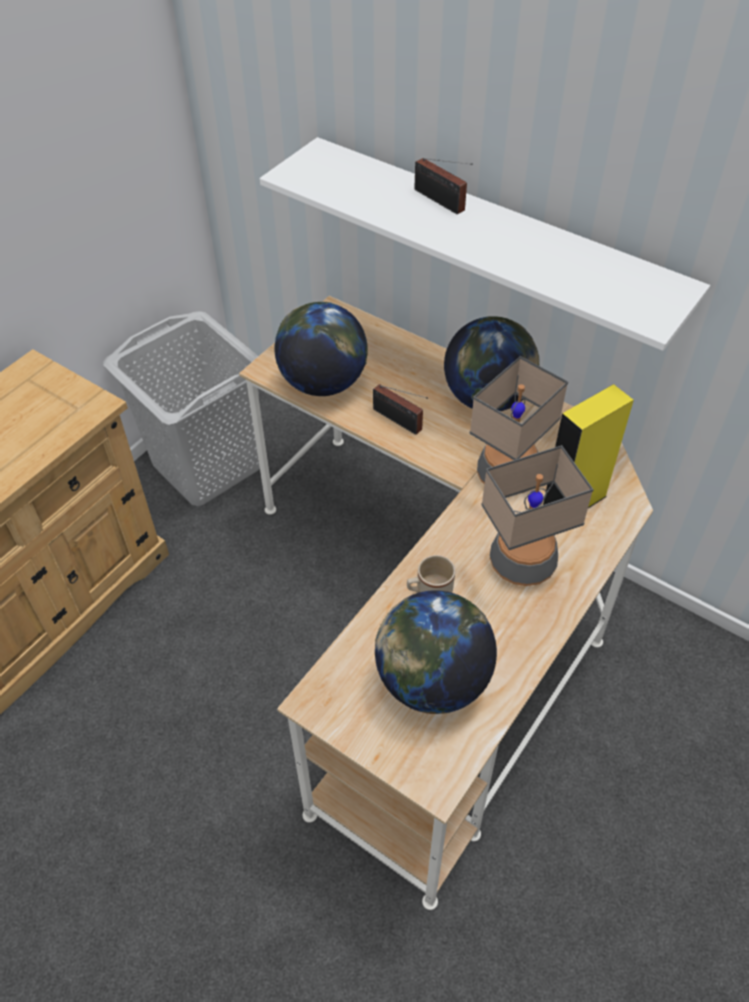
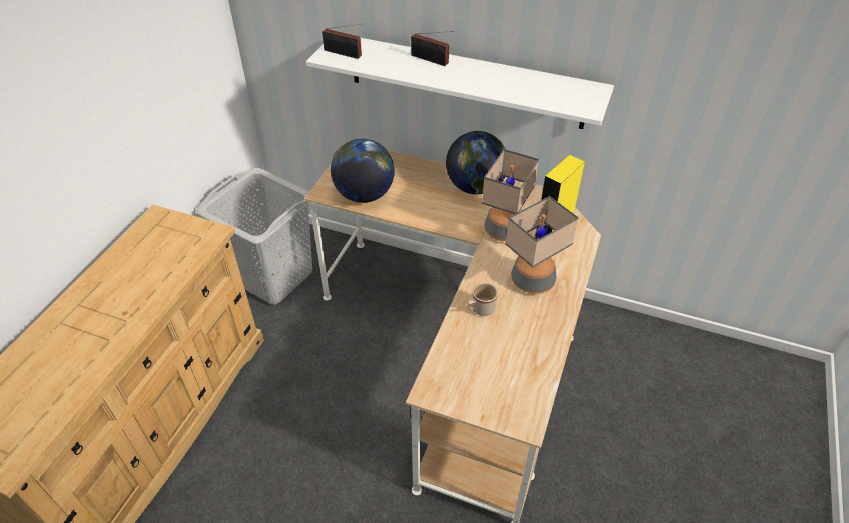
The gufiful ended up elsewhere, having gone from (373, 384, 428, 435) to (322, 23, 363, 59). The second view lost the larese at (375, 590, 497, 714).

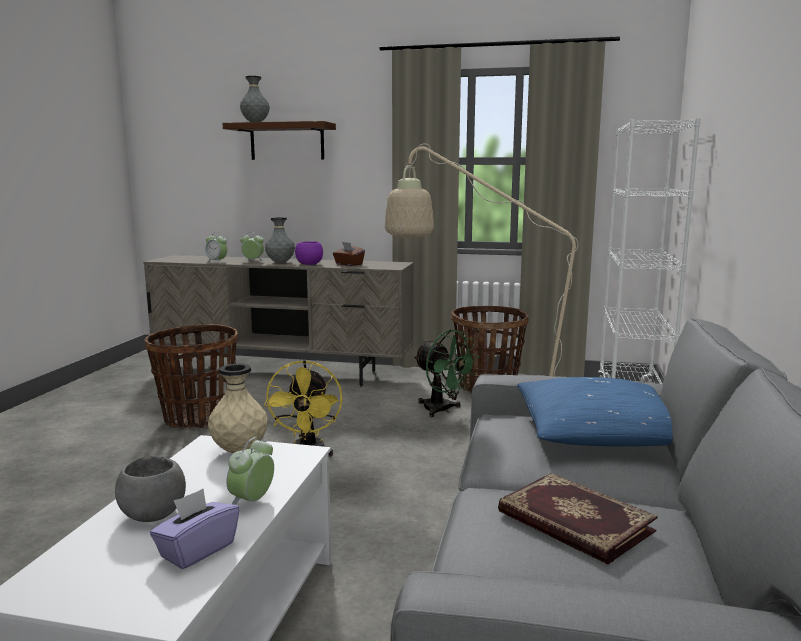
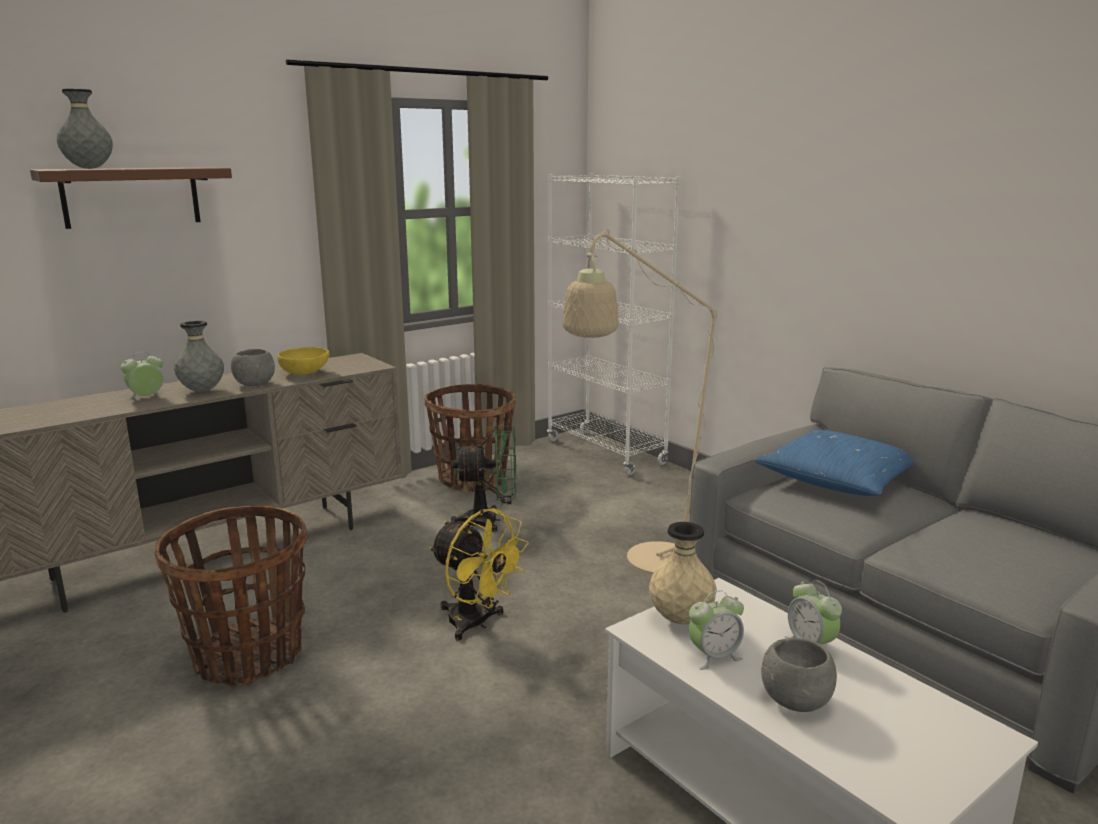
What was the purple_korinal at (295, 241, 323, 265) turned into the grey_korinal at (231, 349, 275, 386). Where the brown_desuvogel stood at (333, 242, 365, 266), the yellow_korinal came to stand at (277, 347, 330, 375). The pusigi ended up elsewhere, having gone from (205, 232, 227, 263) to (689, 590, 744, 670). The second view lost the purple_desuvogel at (150, 489, 240, 570). The second view lost the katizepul at (498, 473, 658, 564).

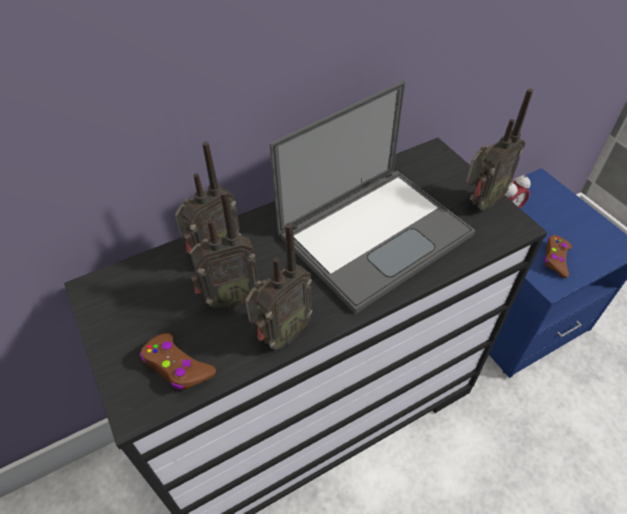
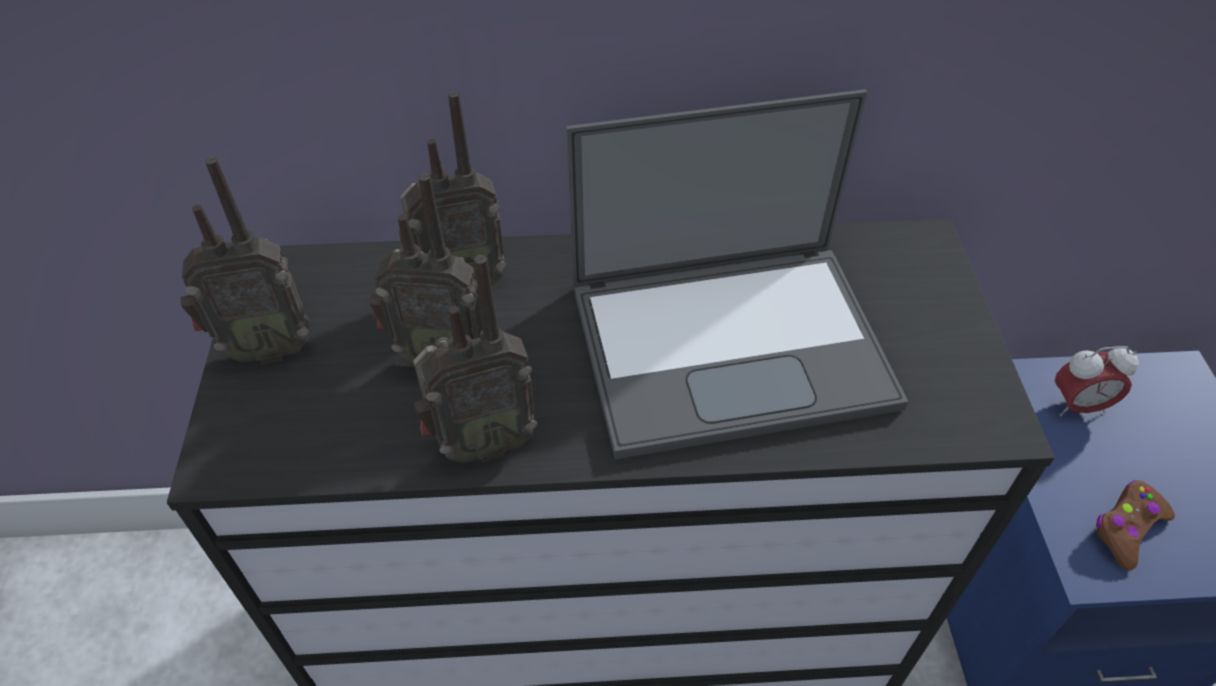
The gufiful ended up elsewhere, having gone from (466, 89, 533, 210) to (180, 157, 309, 364). The second view lost the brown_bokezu at (140, 333, 216, 390).

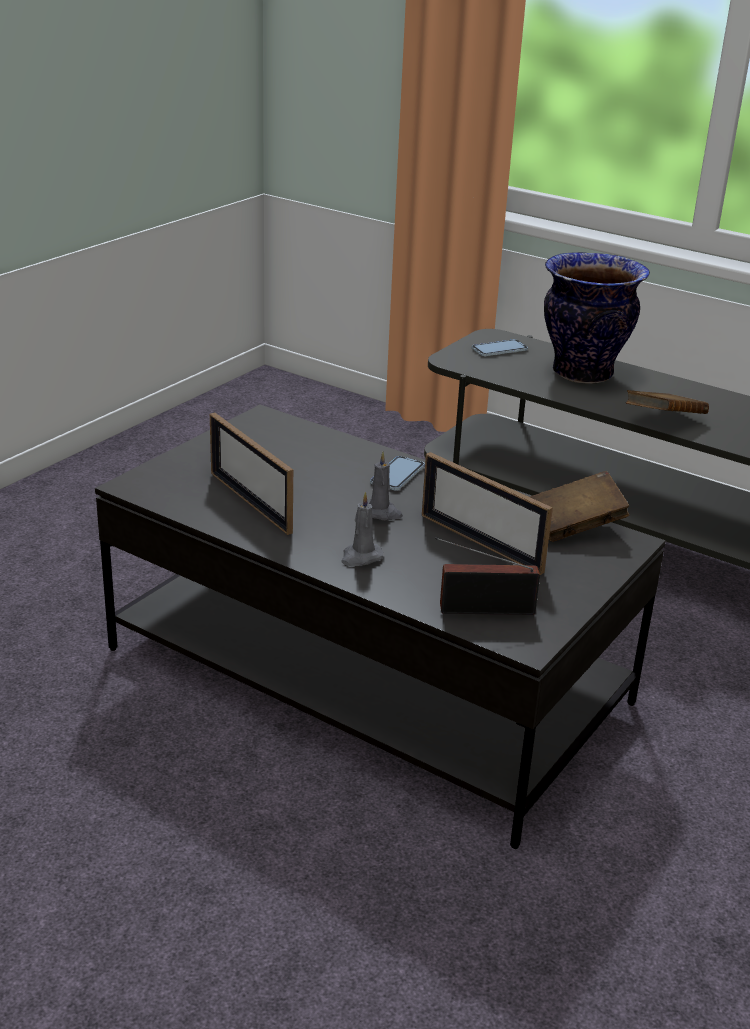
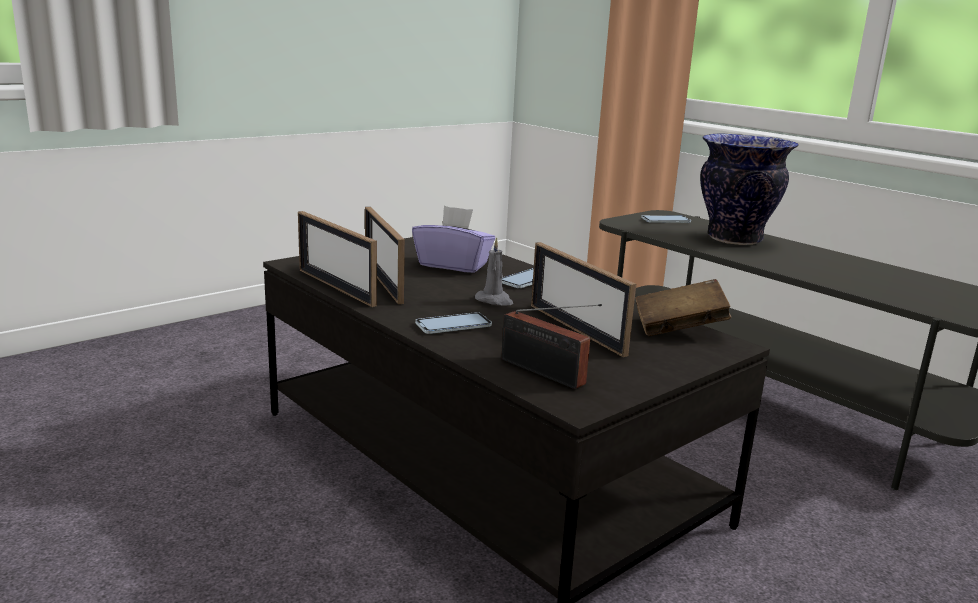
The second view gained the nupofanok at (298, 211, 377, 307). The second view gained the purple_desuvogel at (412, 206, 495, 273). Where the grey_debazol stood at (341, 492, 384, 566), the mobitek came to stand at (415, 312, 492, 334). The gufiful at (435, 537, 540, 615) ended up facing another way, 150 degrees counterclockwise from before. The second view lost the brown_katizepul at (626, 390, 709, 414).

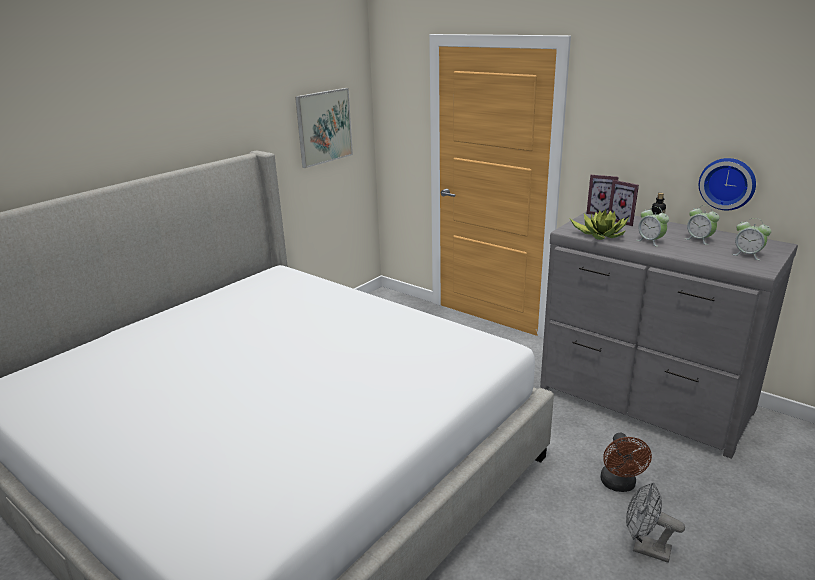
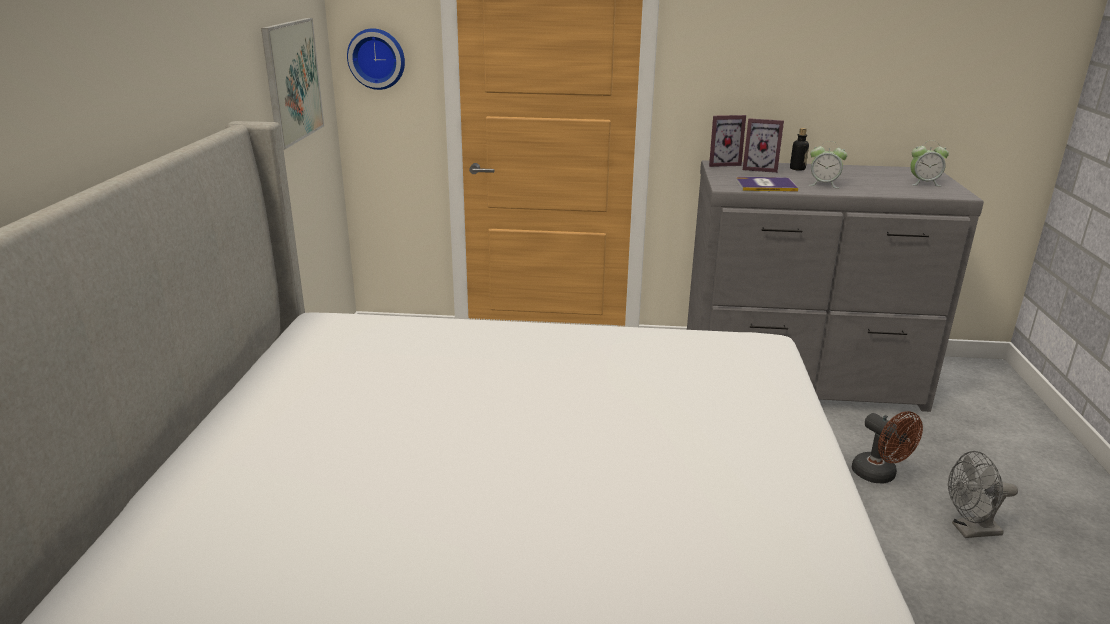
The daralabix ended up elsewhere, having gone from (699, 158, 756, 210) to (347, 28, 405, 90). Where the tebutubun stood at (569, 209, 629, 240), the katizepul came to stand at (736, 177, 799, 192). The second view lost the pusigi at (686, 205, 720, 245).

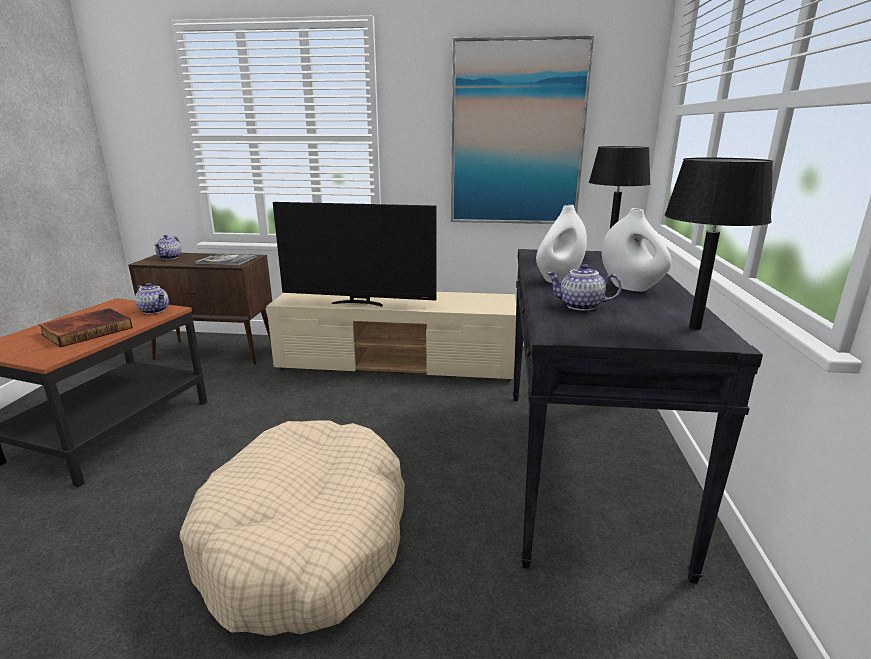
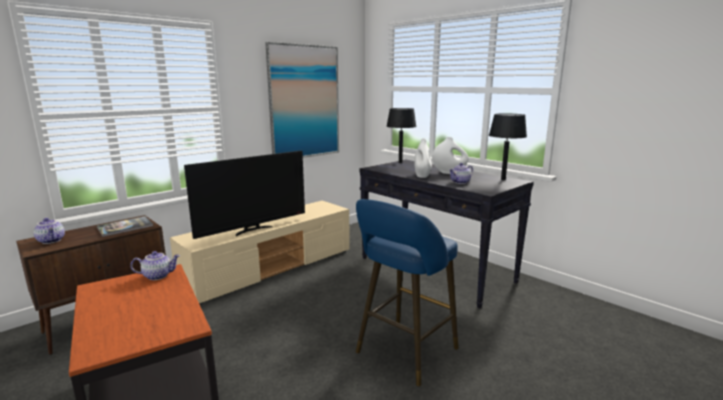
Where the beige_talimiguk stood at (179, 420, 405, 636), the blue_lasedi came to stand at (356, 199, 459, 386). The second view lost the katizepul at (38, 308, 133, 347).

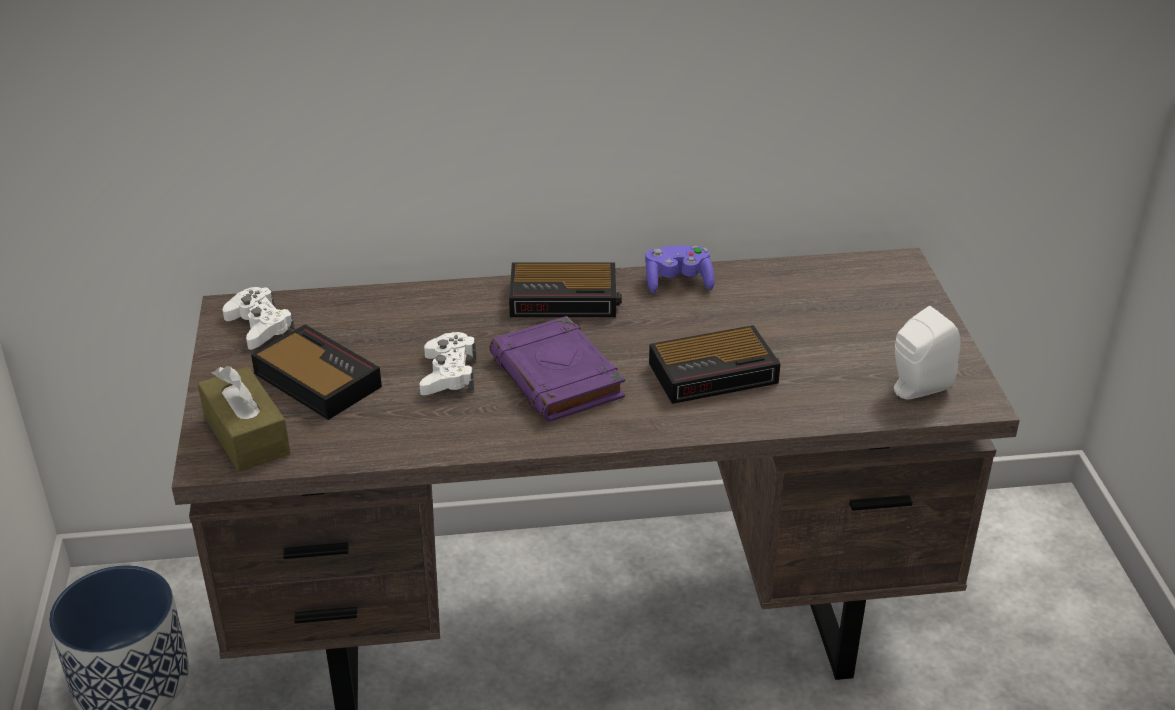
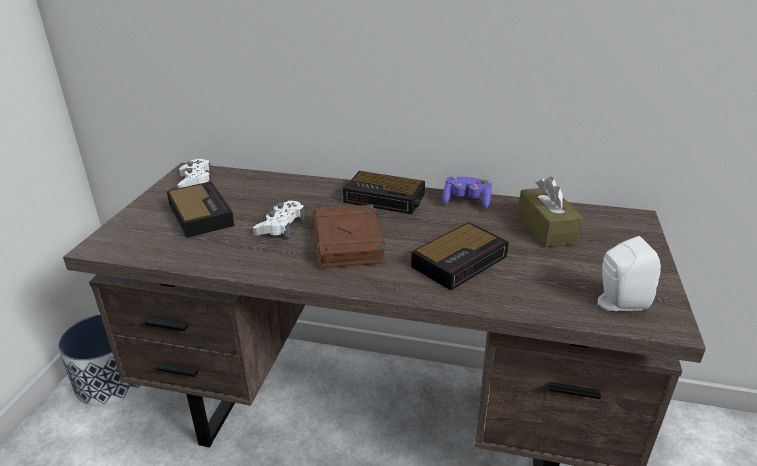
What was the purple_katizepul at (489, 316, 625, 422) turned into the brown_katizepul at (313, 205, 385, 268). The pusigi at (649, 325, 781, 404) ended up facing another way, 45 degrees counterclockwise from before. The brown_desuvogel ended up elsewhere, having gone from (198, 366, 291, 472) to (518, 177, 584, 247).

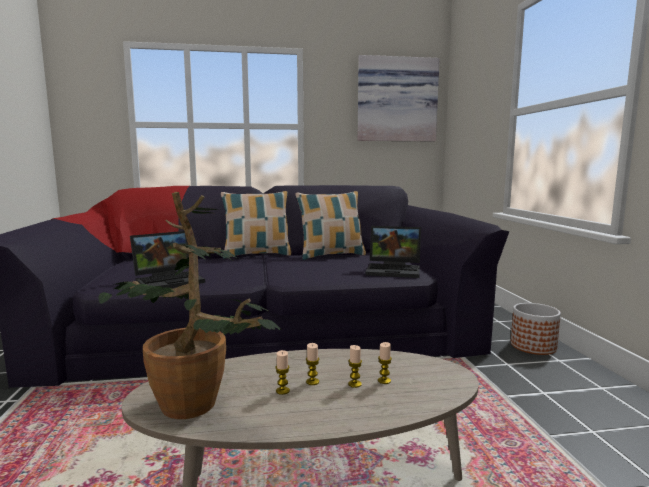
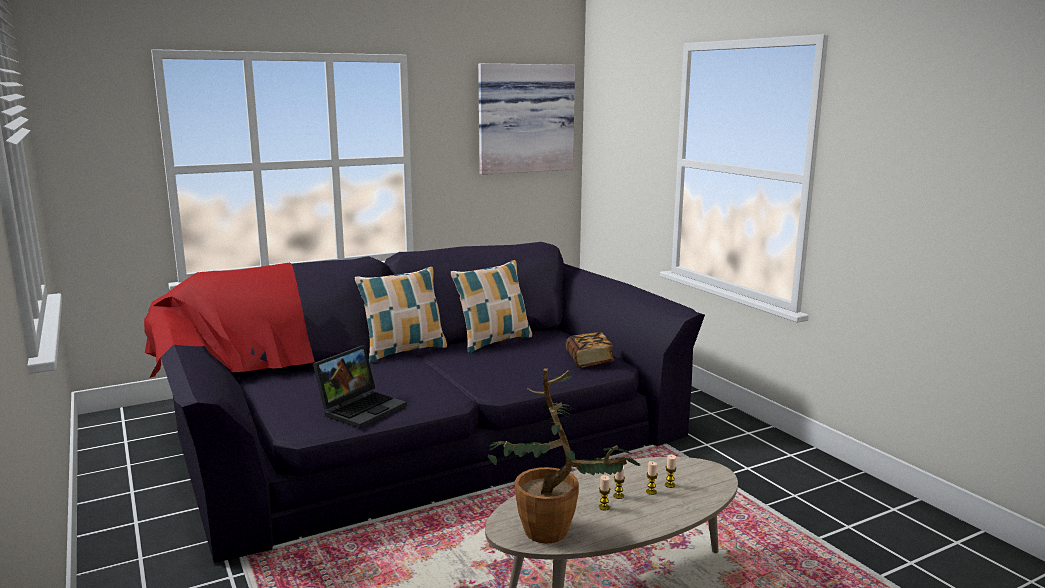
Where the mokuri stood at (365, 226, 421, 278), the katizepul came to stand at (566, 332, 614, 368). The second view lost the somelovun at (511, 303, 561, 355).

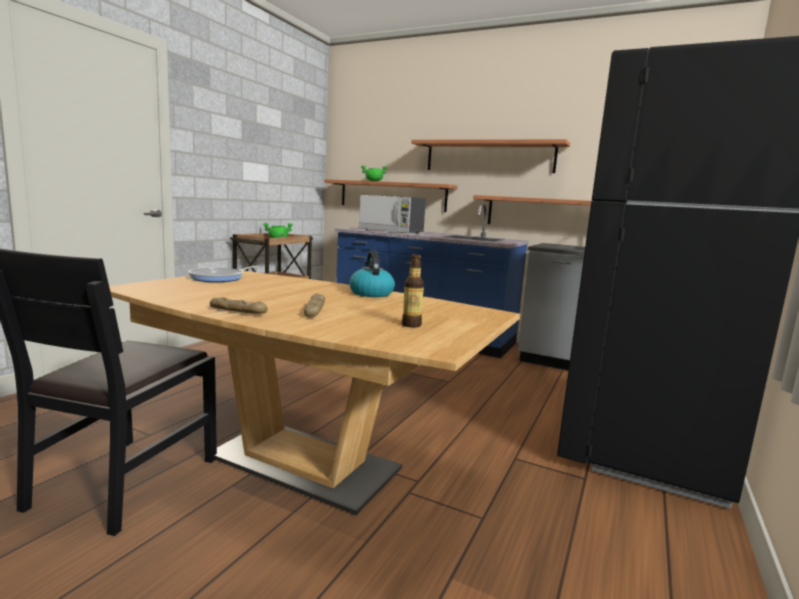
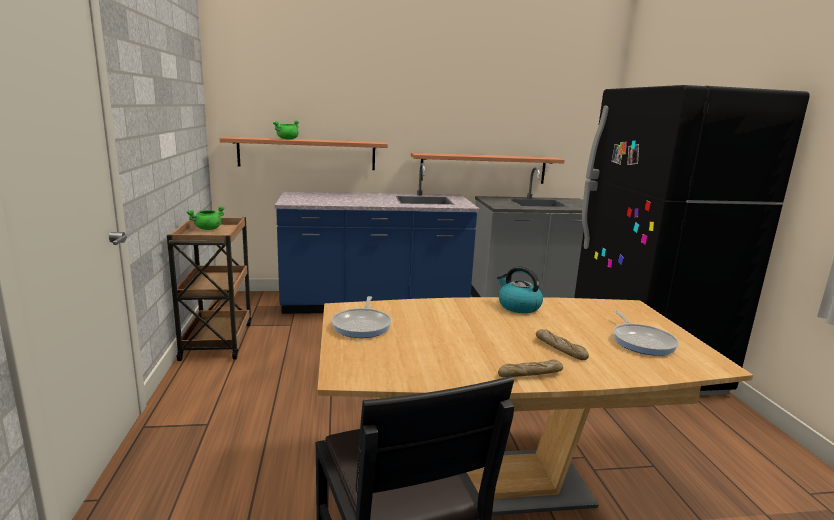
Where the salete stood at (402, 254, 424, 327), the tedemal came to stand at (613, 310, 679, 356). The second view lost the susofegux at (359, 195, 426, 234). The second view lost the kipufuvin at (411, 139, 570, 173).

